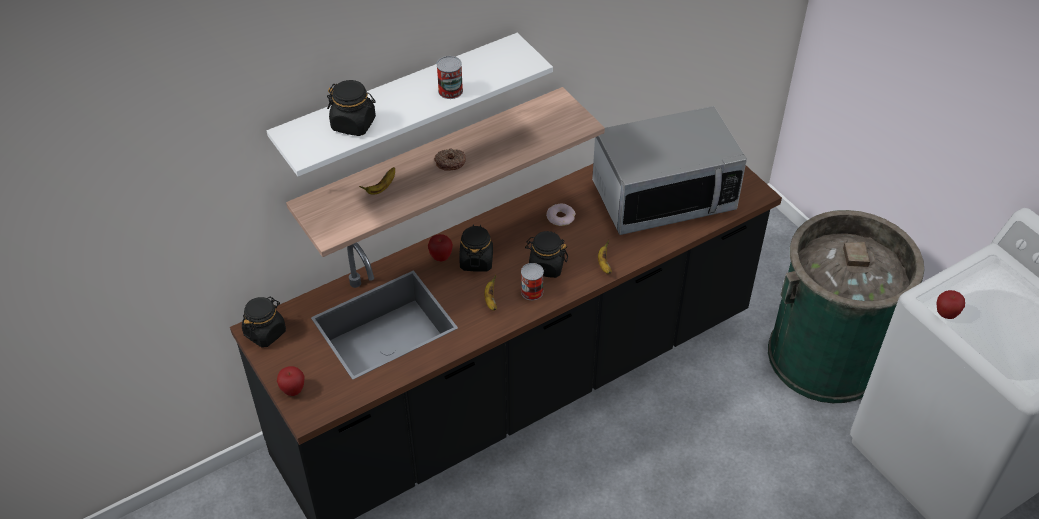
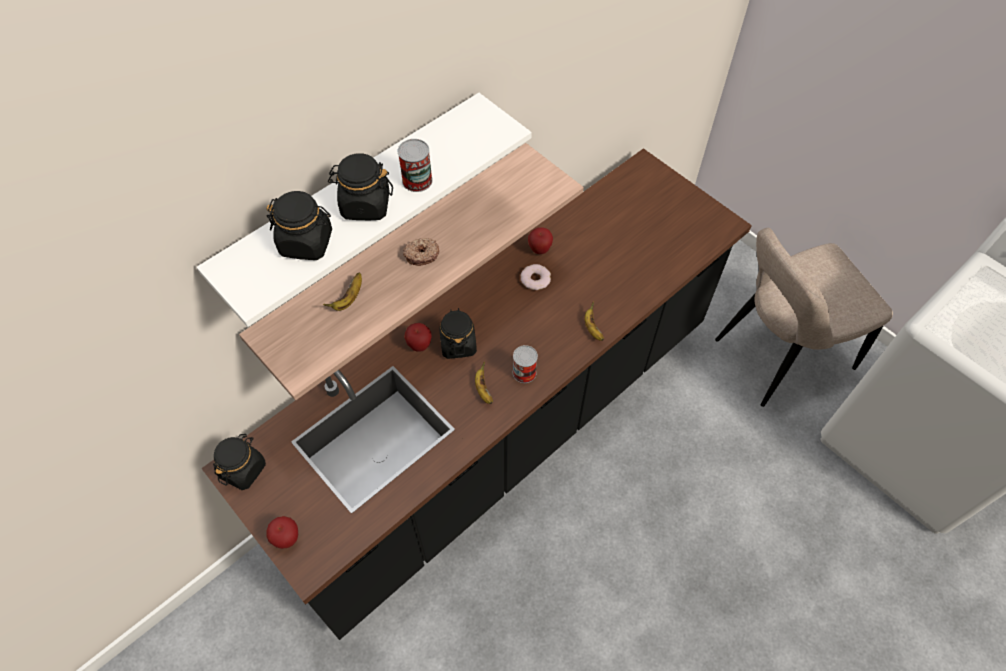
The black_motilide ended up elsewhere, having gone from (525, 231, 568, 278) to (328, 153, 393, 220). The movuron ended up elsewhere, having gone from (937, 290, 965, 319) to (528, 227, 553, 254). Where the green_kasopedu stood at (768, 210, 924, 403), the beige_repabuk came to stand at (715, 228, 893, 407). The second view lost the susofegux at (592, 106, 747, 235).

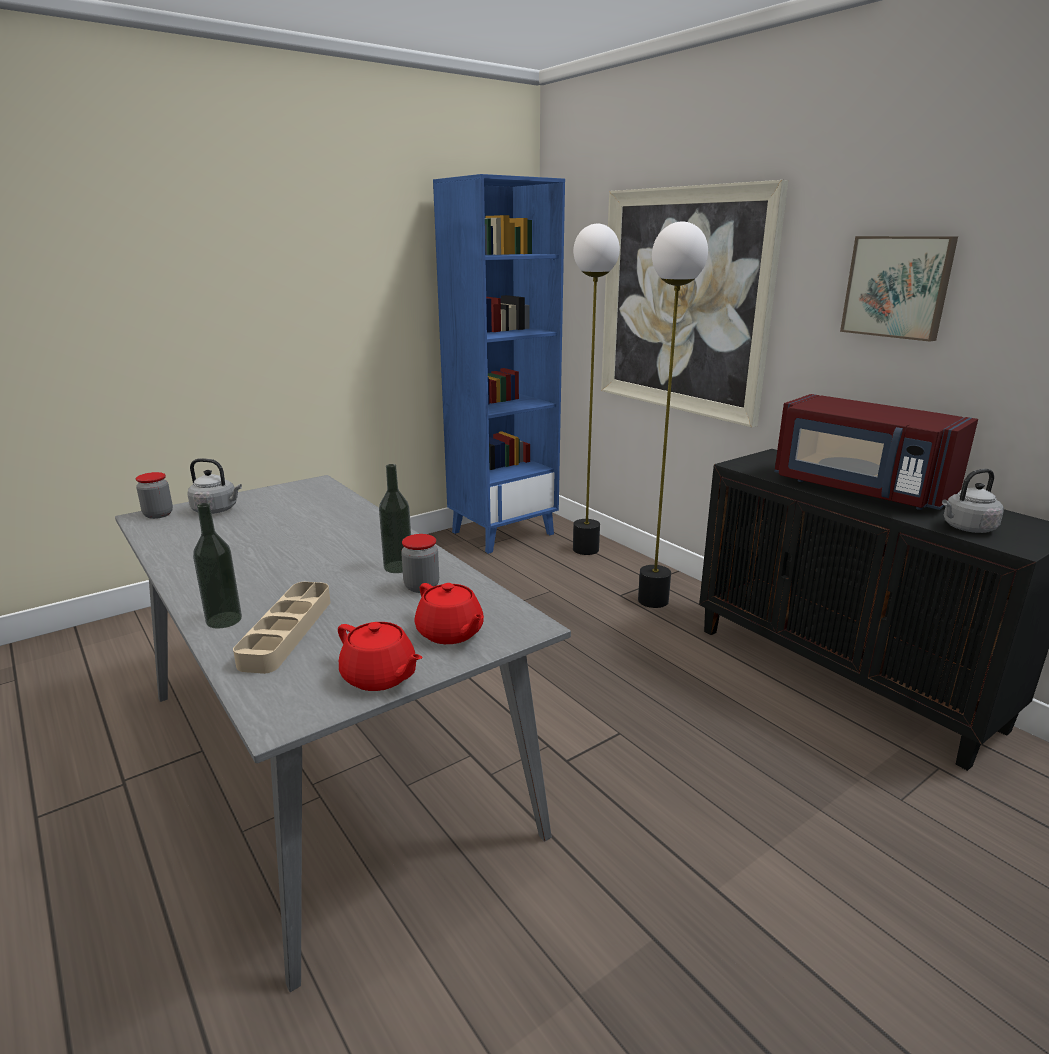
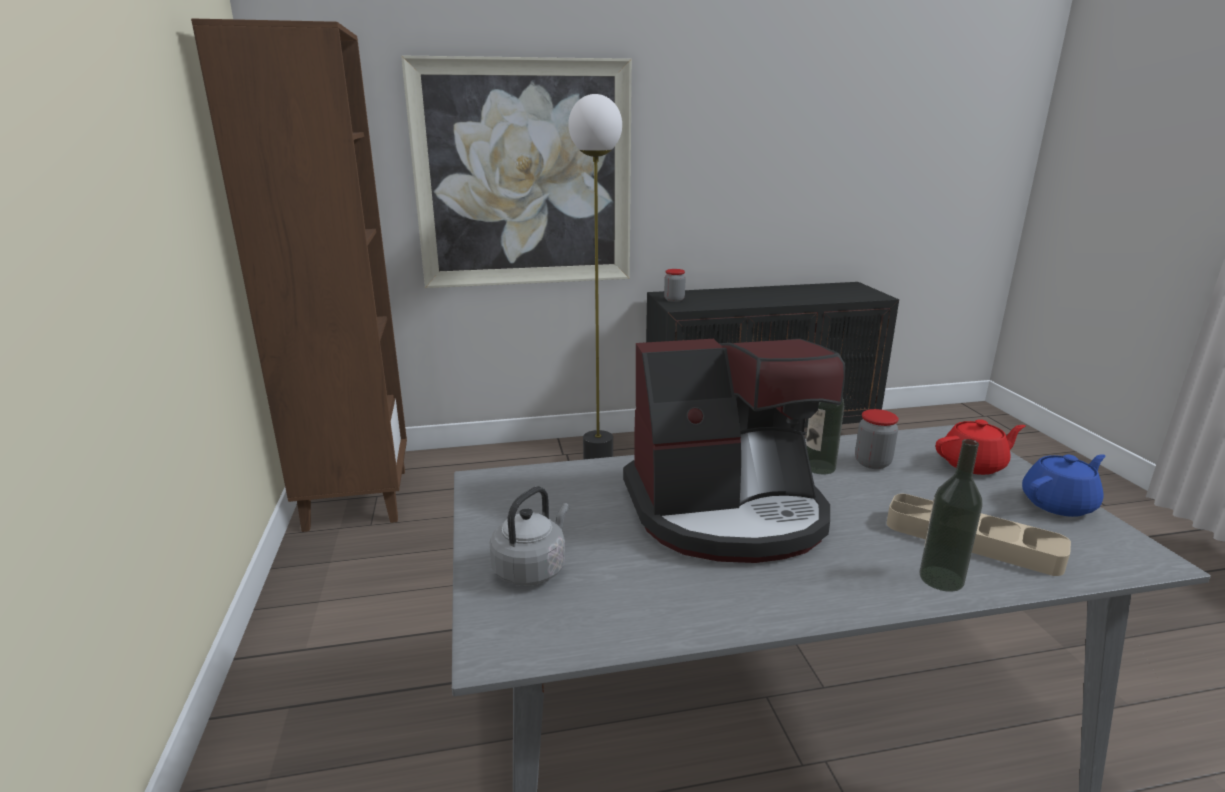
What was the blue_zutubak at (433, 174, 565, 554) turned into the brown_zutubak at (191, 18, 407, 532). The second view gained the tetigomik at (623, 339, 845, 563). The motilide ended up elsewhere, having gone from (136, 472, 173, 519) to (664, 269, 686, 302). What was the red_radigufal at (338, 622, 423, 691) turned into the blue_radigufal at (1022, 454, 1106, 517). The second view lost the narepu at (573, 224, 620, 555). The second view lost the red_susofegux at (774, 394, 978, 510). The second view lost the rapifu at (840, 236, 958, 342). The second view lost the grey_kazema at (942, 469, 1004, 533).

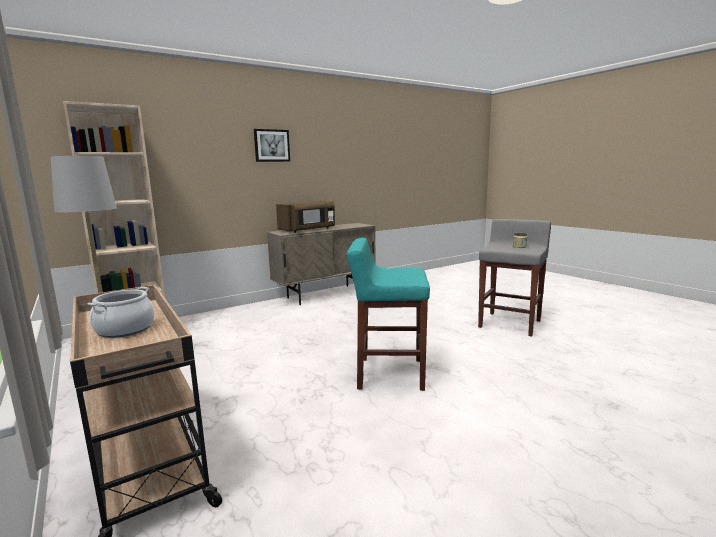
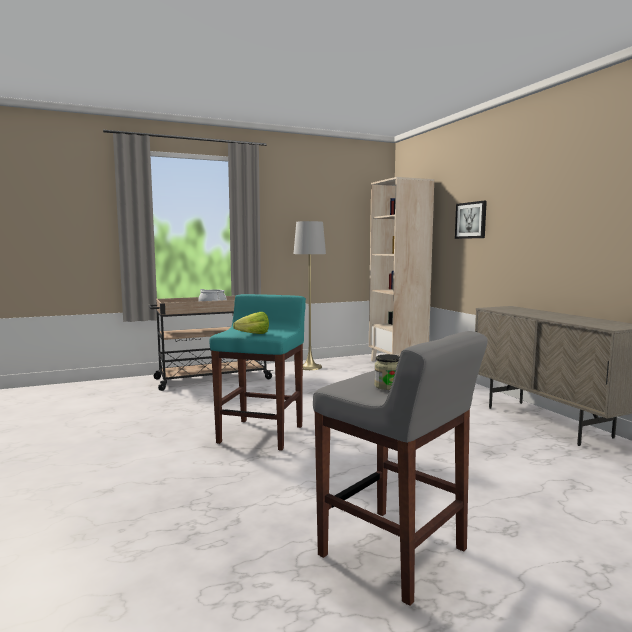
The second view gained the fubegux at (233, 312, 269, 334). The rapifu ended up elsewhere, having gone from (254, 129, 290, 162) to (455, 201, 487, 239). The second view lost the brown_susofegux at (276, 201, 335, 233).

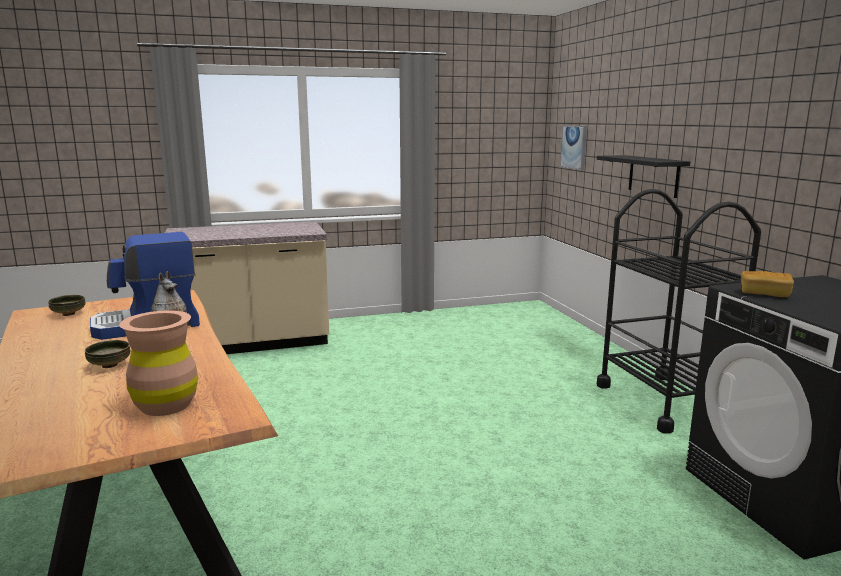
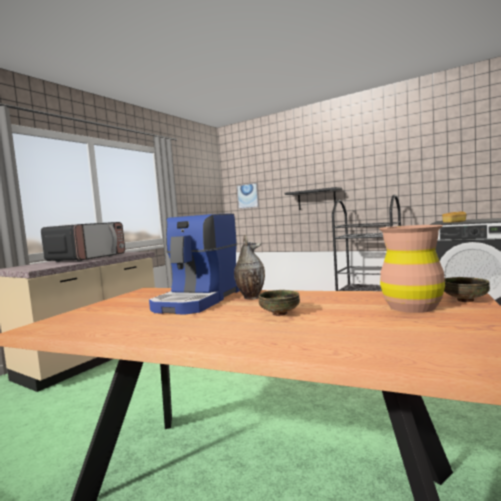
The second view gained the susofegux at (41, 222, 125, 262). The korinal ended up elsewhere, having gone from (48, 295, 85, 316) to (444, 277, 490, 302).

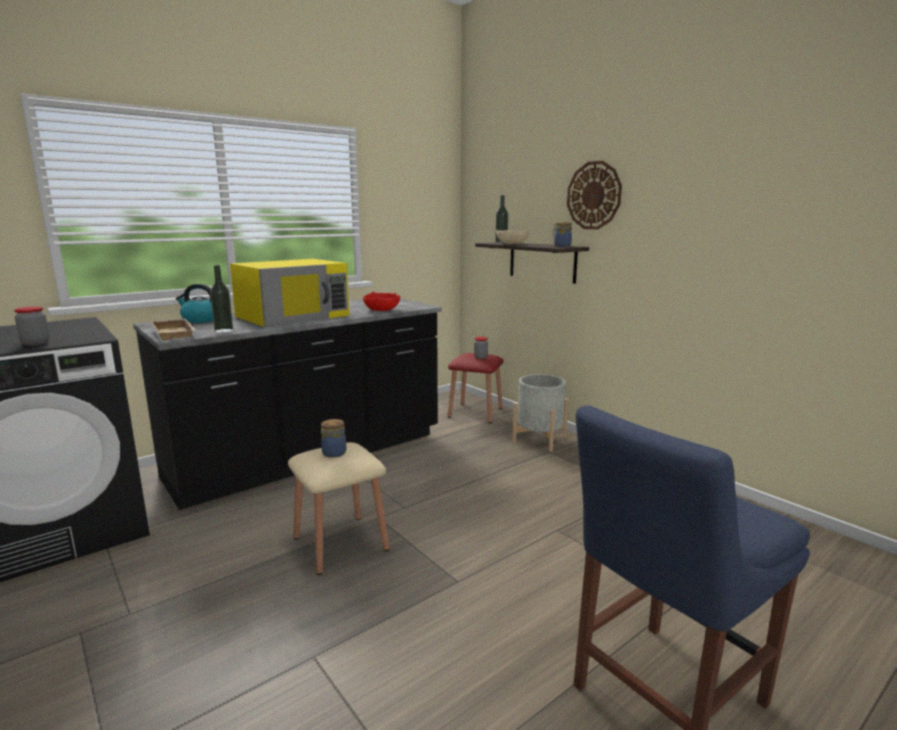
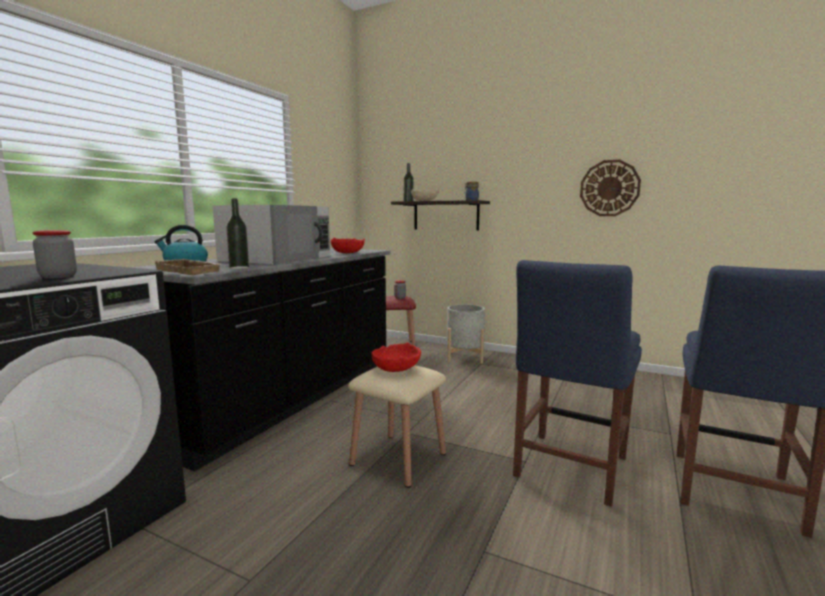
What was the yellow_susofegux at (230, 259, 350, 328) turned into the white_susofegux at (213, 205, 330, 264). Where the motilide stood at (321, 419, 346, 458), the red_korinal came to stand at (371, 342, 421, 372). The second view gained the blue_repabuk at (513, 260, 642, 507). The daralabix ended up elsewhere, having gone from (567, 161, 622, 229) to (580, 160, 641, 216).

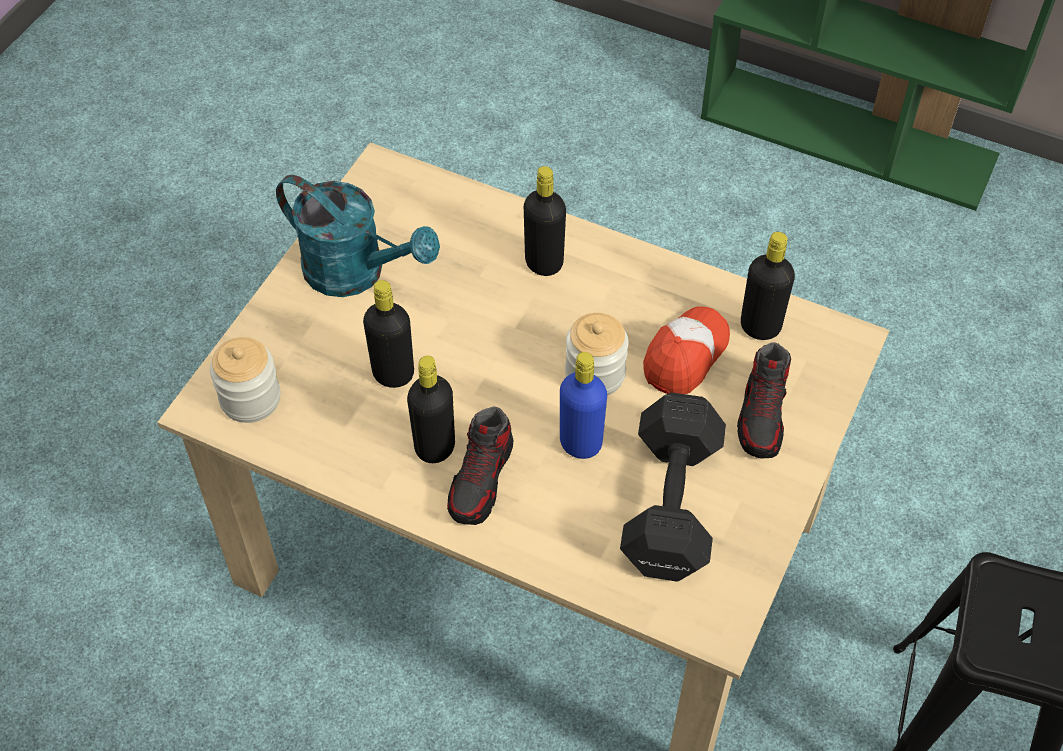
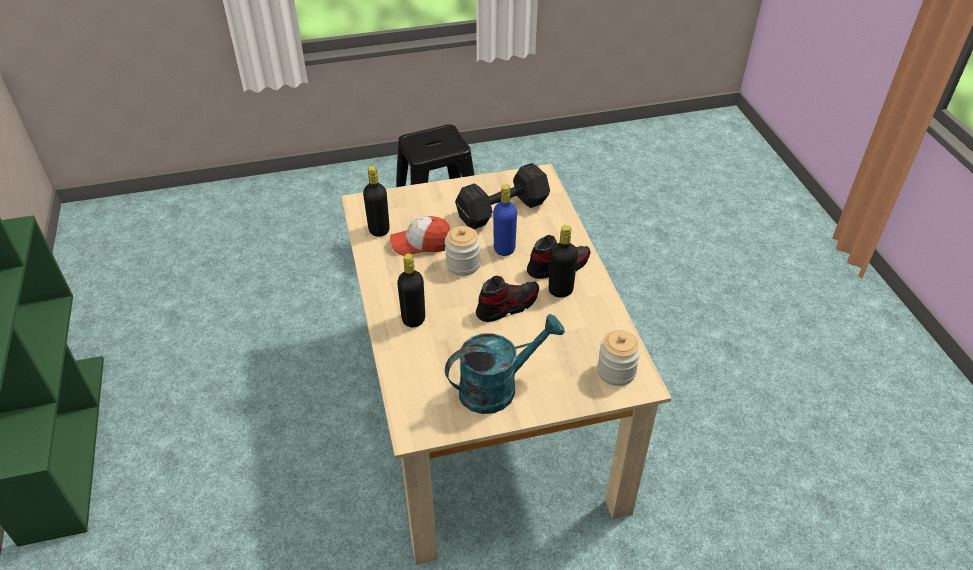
The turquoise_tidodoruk at (276, 175, 440, 297) ended up facing another way, 75 degrees clockwise from before. The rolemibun ended up elsewhere, having gone from (737, 342, 791, 458) to (476, 275, 539, 322). The second view lost the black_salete at (363, 280, 414, 388).

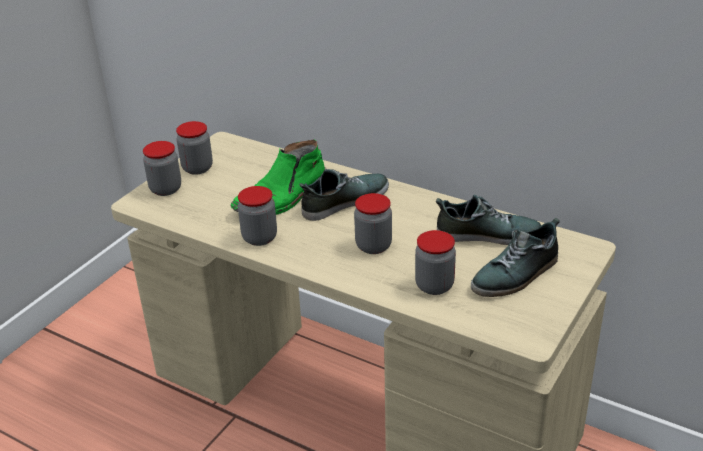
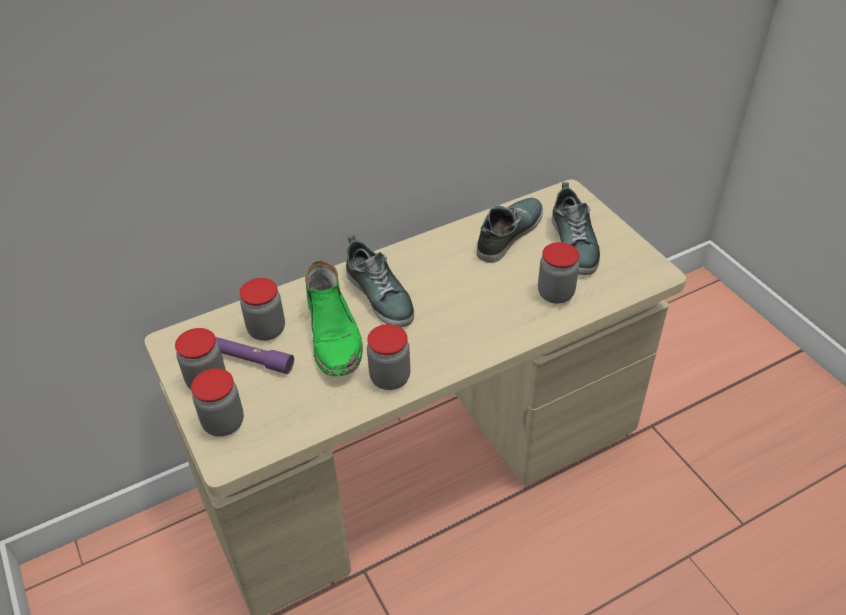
The second view gained the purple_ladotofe at (215, 337, 294, 374). The motilide ended up elsewhere, having gone from (354, 193, 392, 254) to (239, 278, 285, 341). The rolemibun at (299, 169, 389, 221) ended up facing another way, 150 degrees clockwise from before.

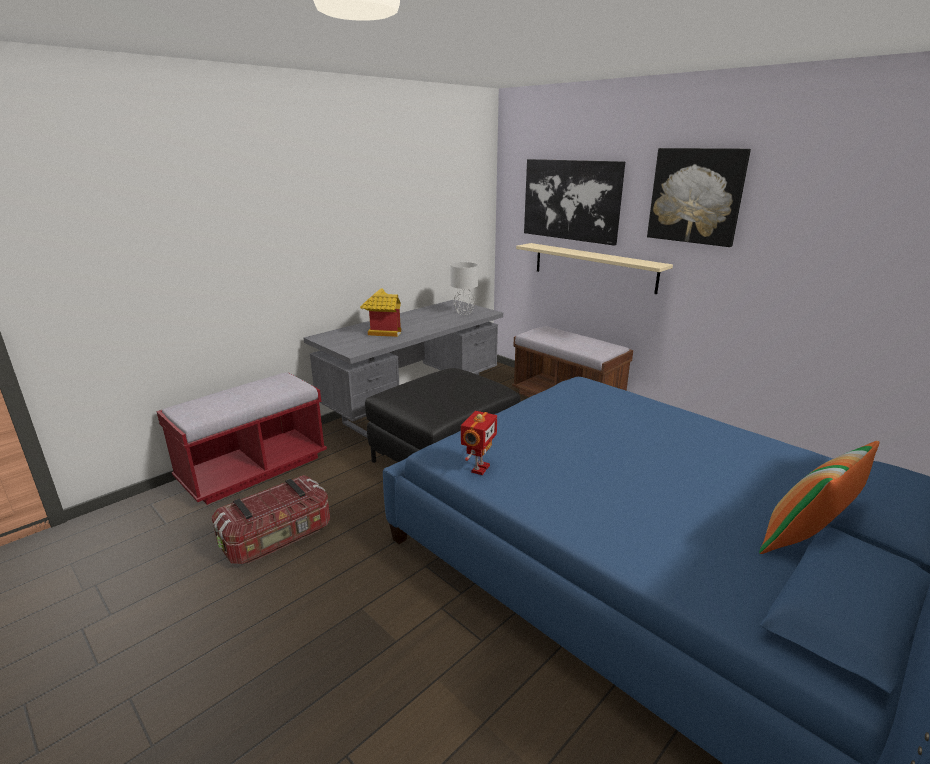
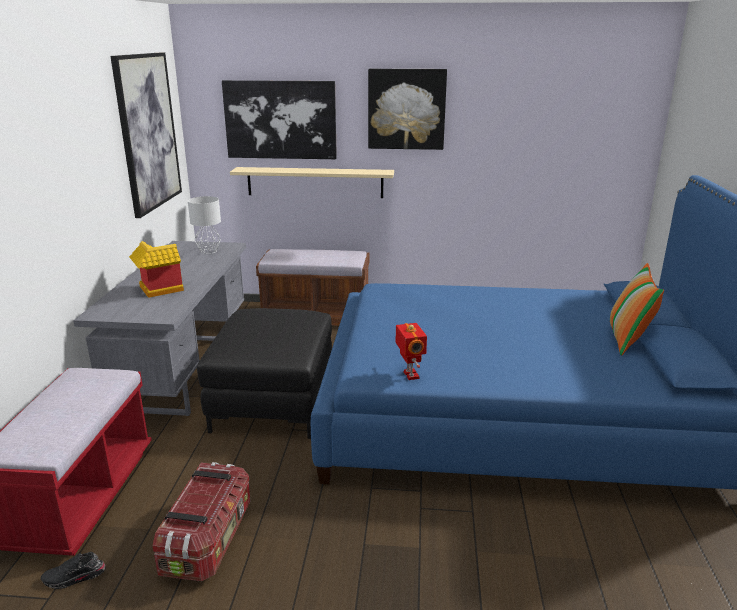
The second view gained the black_rolemibun at (41, 552, 106, 589). The second view gained the rapifu at (110, 52, 182, 218).

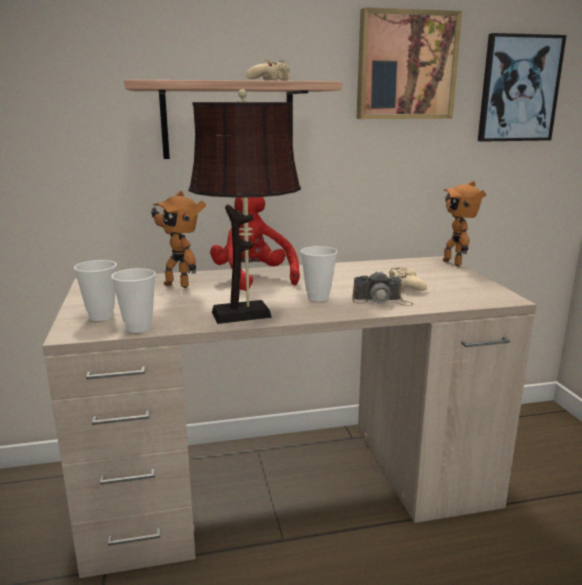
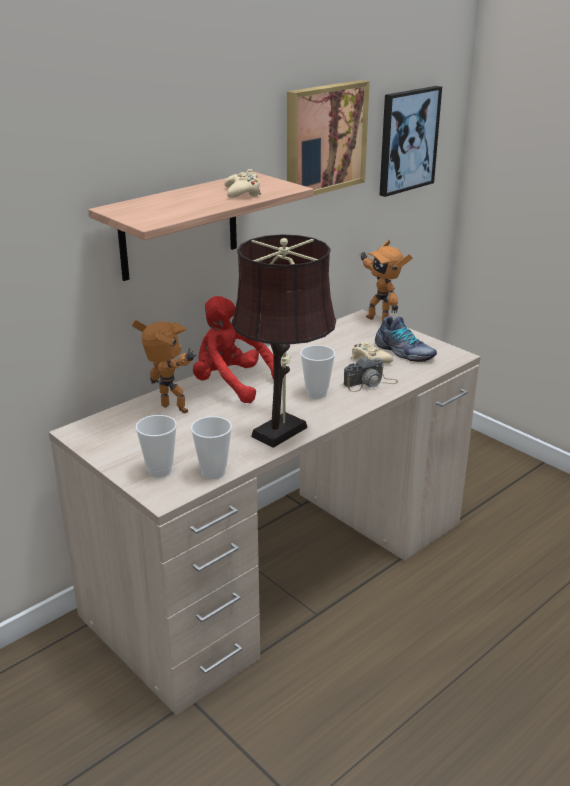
The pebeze at (150, 191, 206, 288) ended up facing another way, 150 degrees counterclockwise from before. The second view gained the rolemibun at (375, 316, 437, 362).

